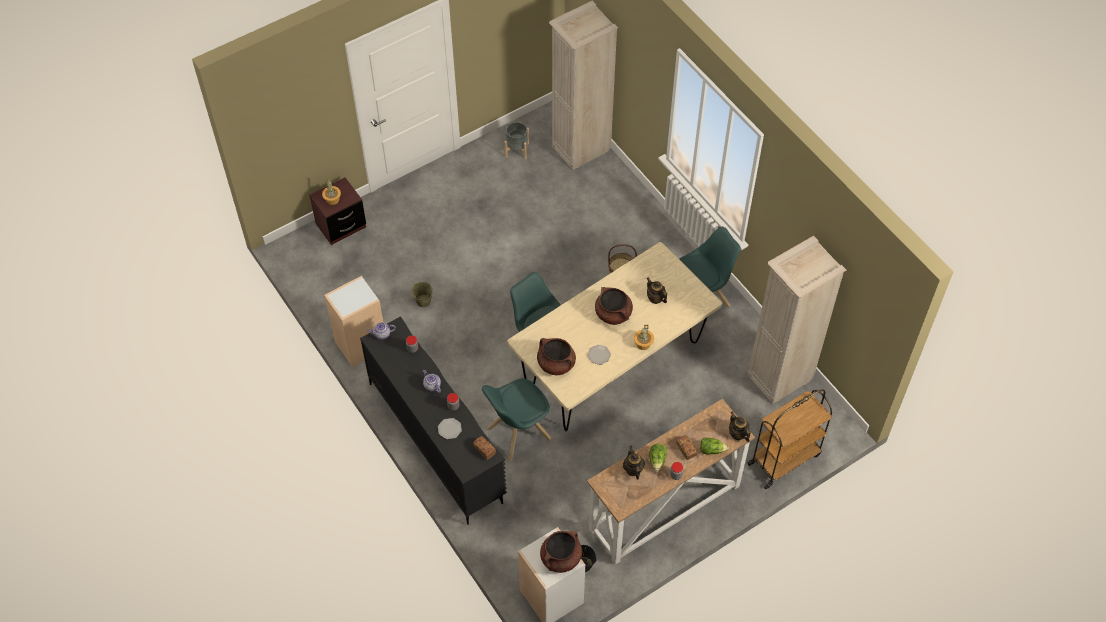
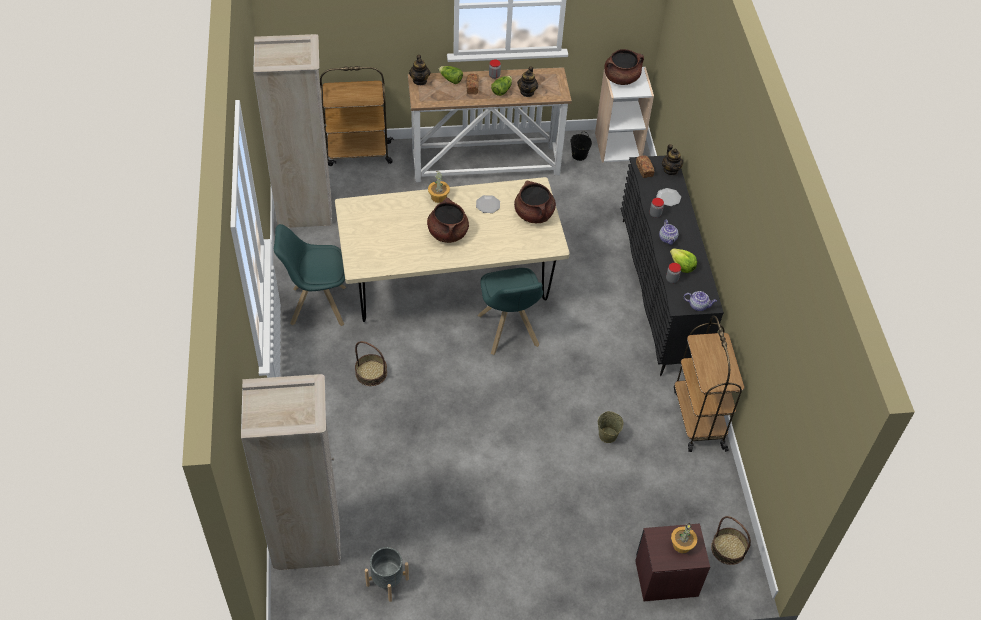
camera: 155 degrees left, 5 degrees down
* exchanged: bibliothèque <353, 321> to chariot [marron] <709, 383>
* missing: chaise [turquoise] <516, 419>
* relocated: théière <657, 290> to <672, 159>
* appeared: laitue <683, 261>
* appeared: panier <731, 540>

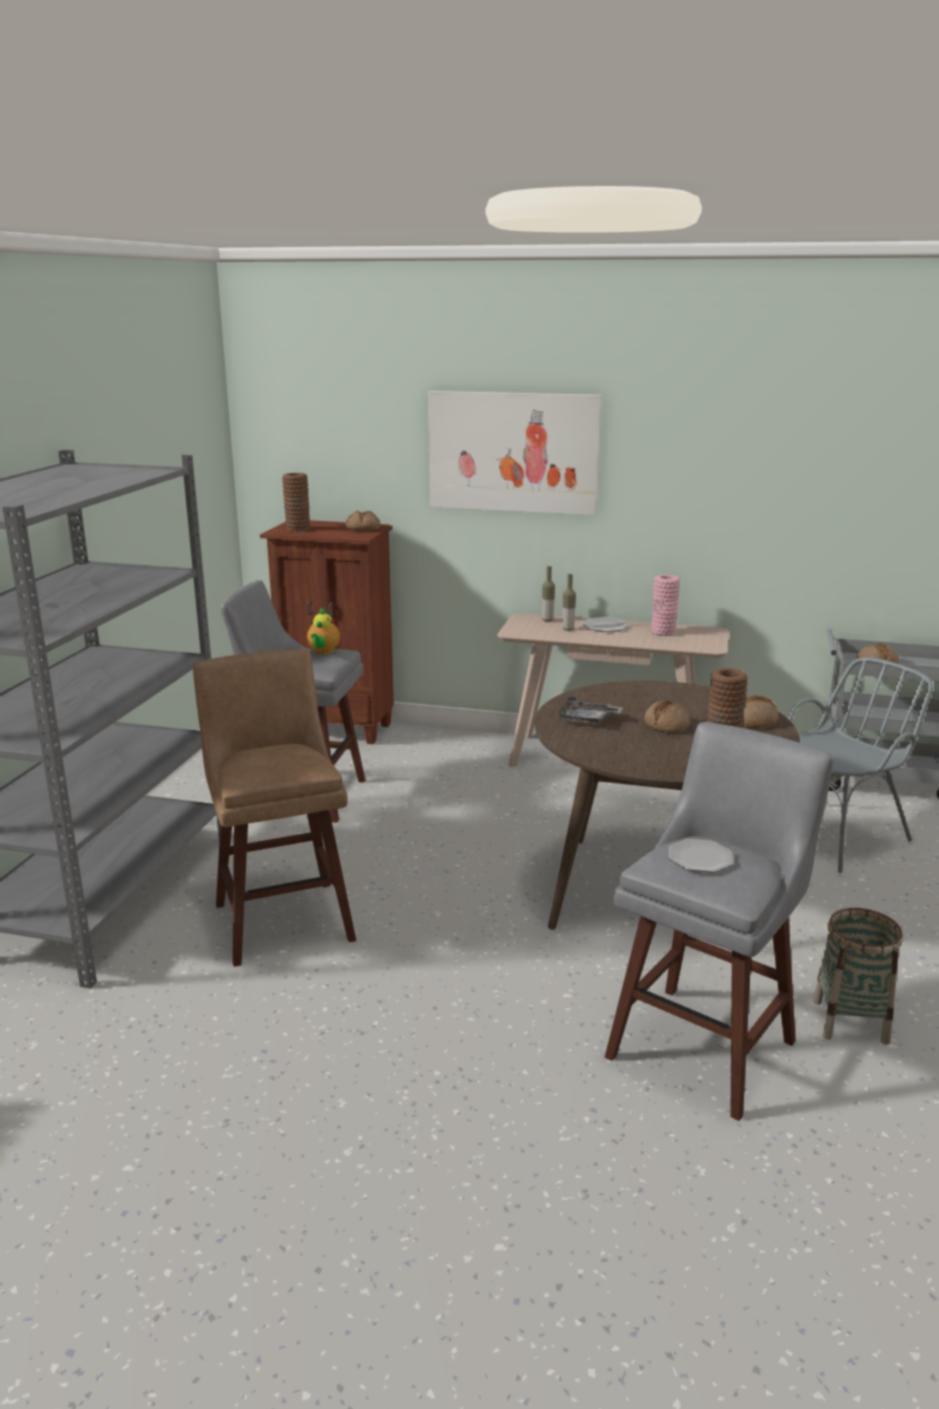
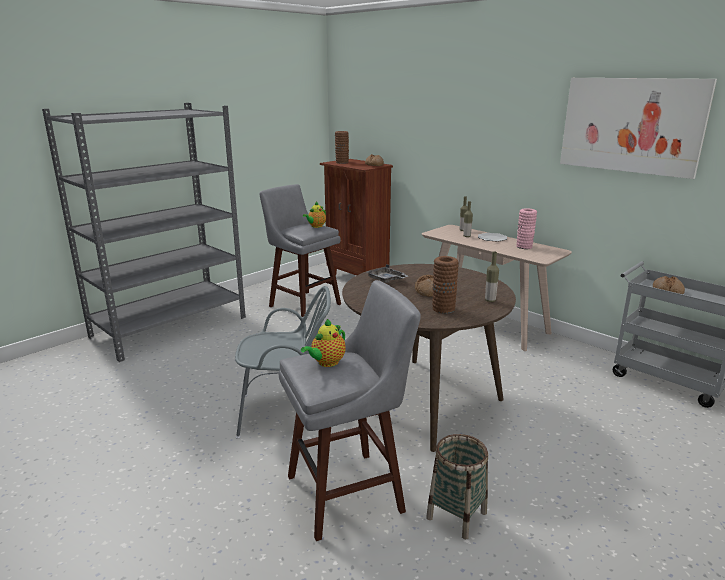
camera: 30 degrees right, 0 degrees up
* missing: tabouret [marron] <274, 808>
* relocated: tableau <515, 453> to <638, 128>
* exchanged: assiette <701, 856> to théière <323, 343>
* exchanged: pain <760, 711> to bouteille <492, 276>
* relocated: chaise [gris] <860, 766> to <283, 362>

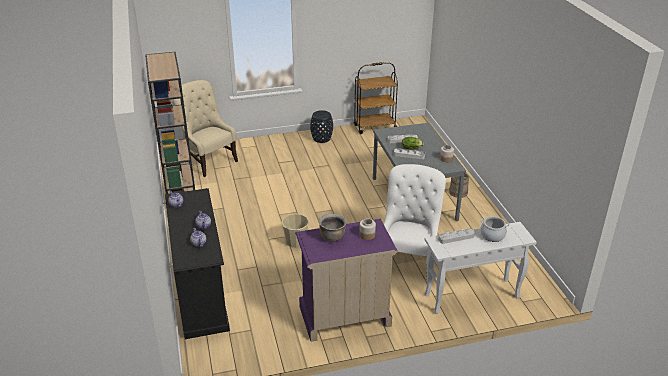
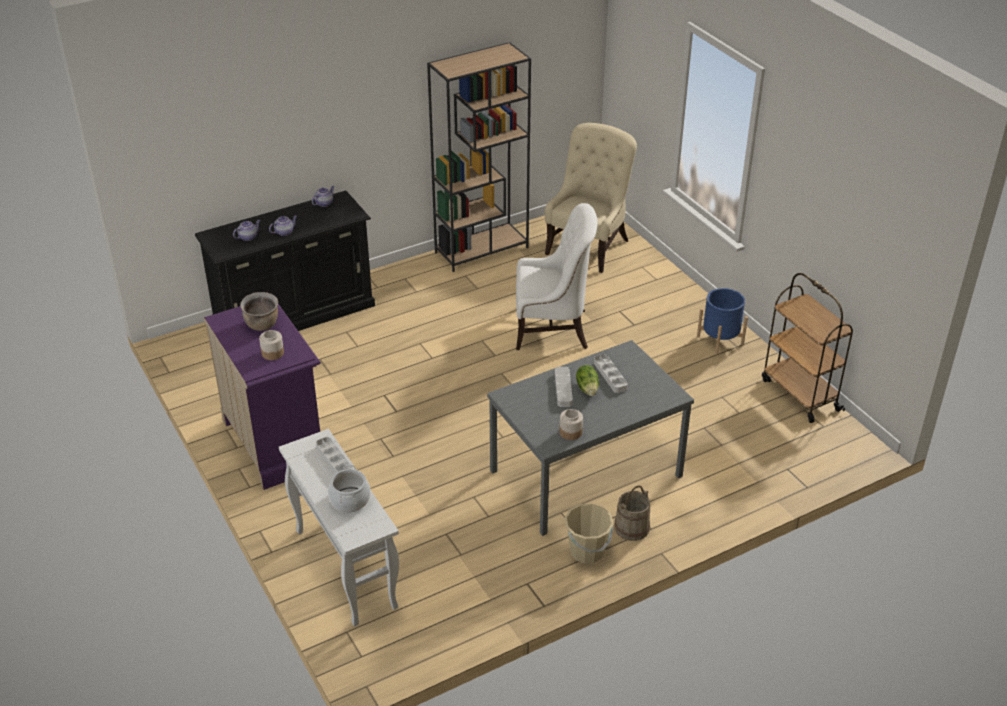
camera: 75 degrees right, 5 degrees up
* relocated: seau [beige] <295, 231> to <588, 534>
* exchanged: tabouret [noir] <321, 126> to cache-pot [bleu] <722, 321>
* relocated: chaise [blanc] <415, 220> to <557, 276>

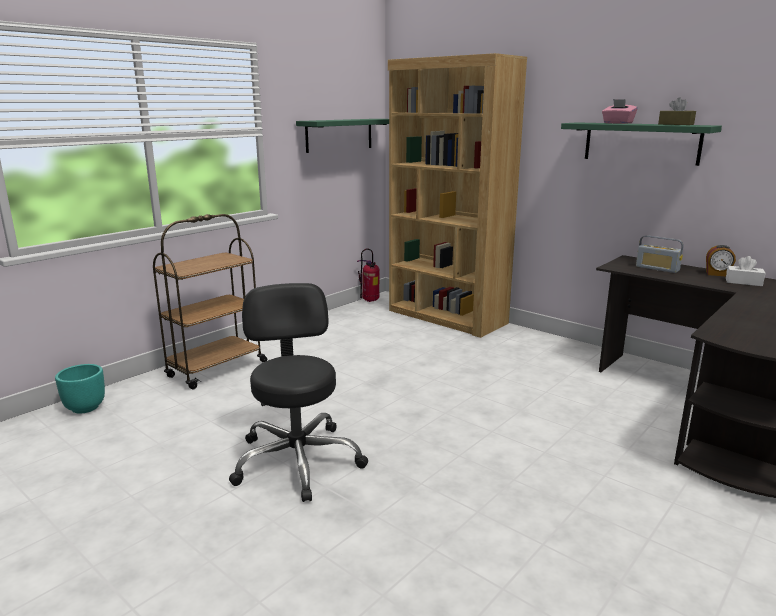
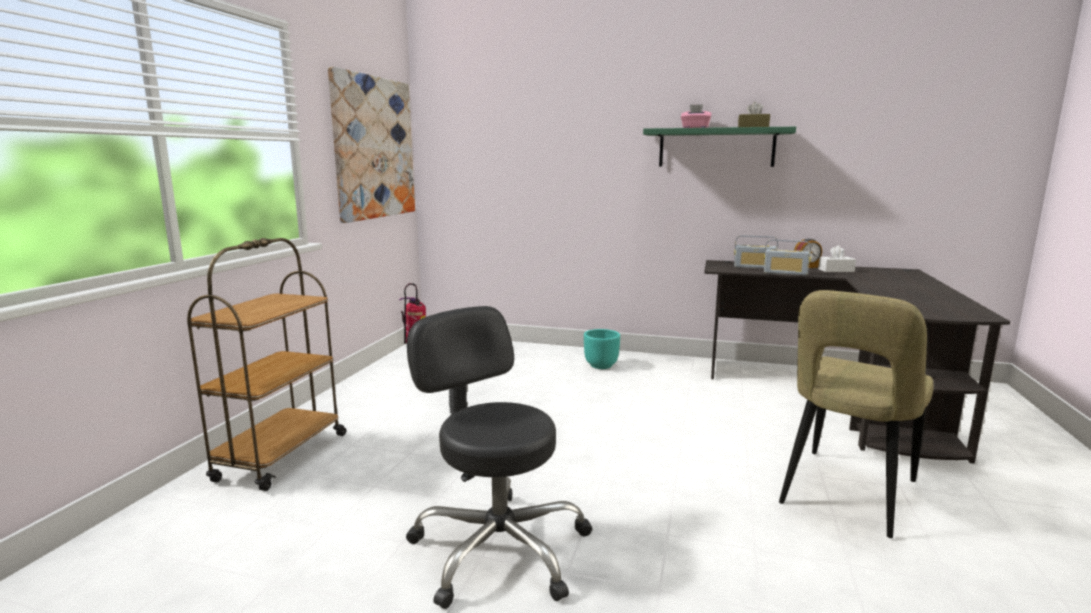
camera: 25 degrees left, 5 degrees down
* relocated: cache-pot [turquoise] <80, 389> to <602, 349>
* exchanged: étagère [vert] <342, 136> to tableau <371, 145>
* missing: bibliothèque [marron] <457, 195>
* appeared: radio <787, 257>
* appeared: chaise [beige] <856, 414>

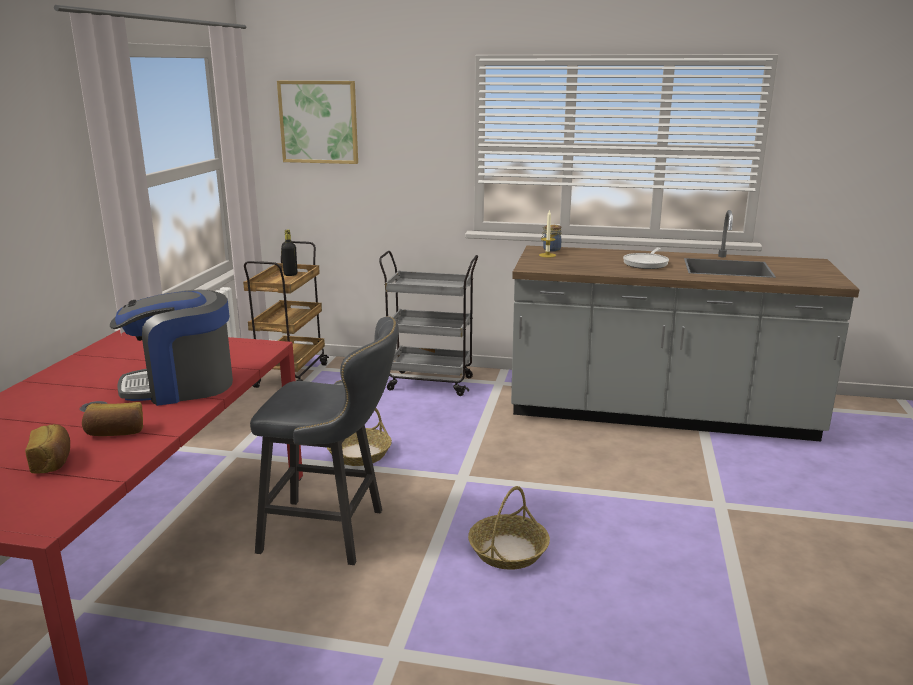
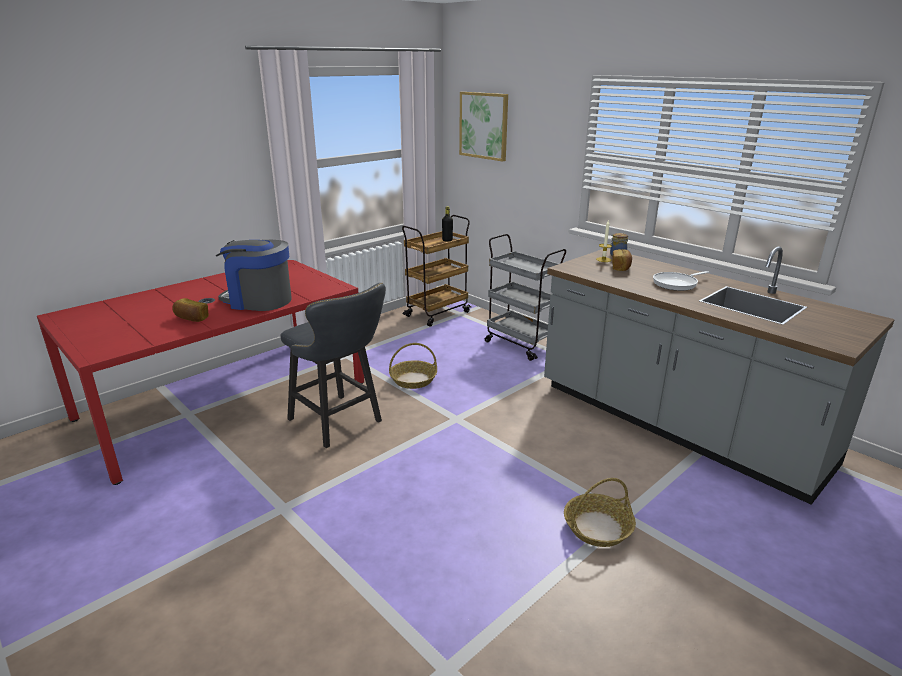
camera: 35 degrees right, 5 degrees up
* relocated: pain <47, 449> to <622, 260>
* relocated: panier <509, 528> to <600, 512>

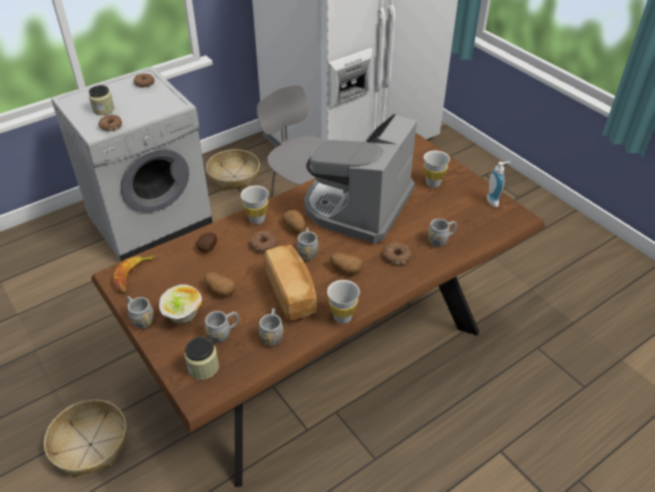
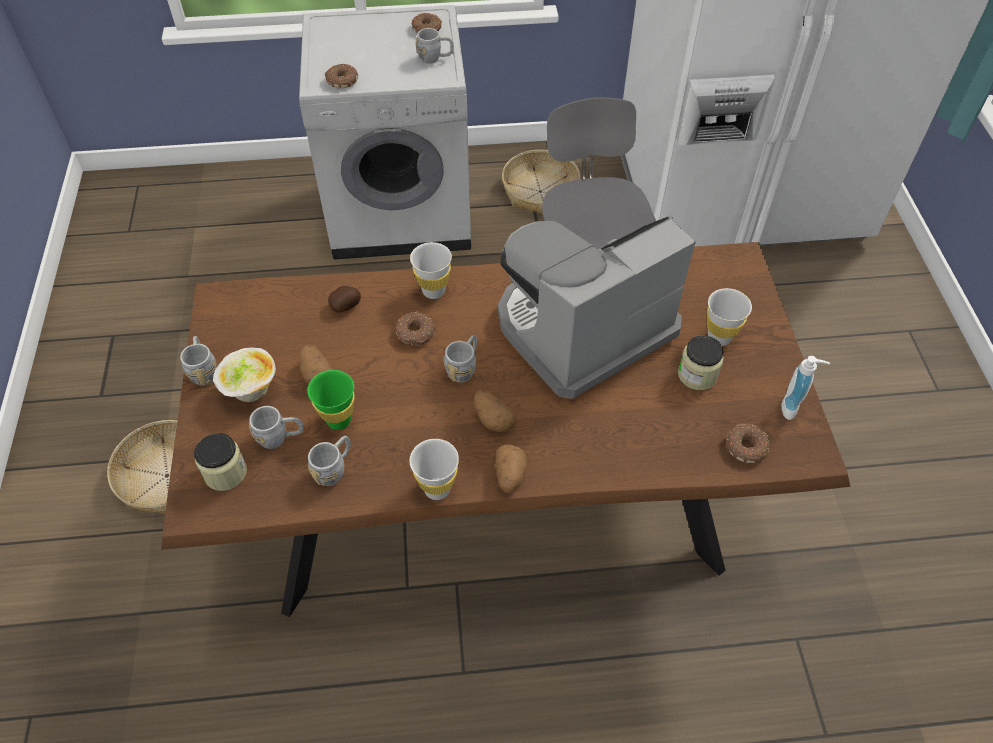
camera: 30 degrees right, 10 degrees up
* relocated: bocal <101, 100> to <701, 362>
* missing: banane <135, 274>
* missing: pain <290, 283>
* relocated: pomme de terre <293, 222> to <511, 468>
* relocated: beignet <397, 253> to <747, 443>
* relocated: mug [gris] <442, 233> to <435, 46>
* appeared: tasse [vert] <331, 400>

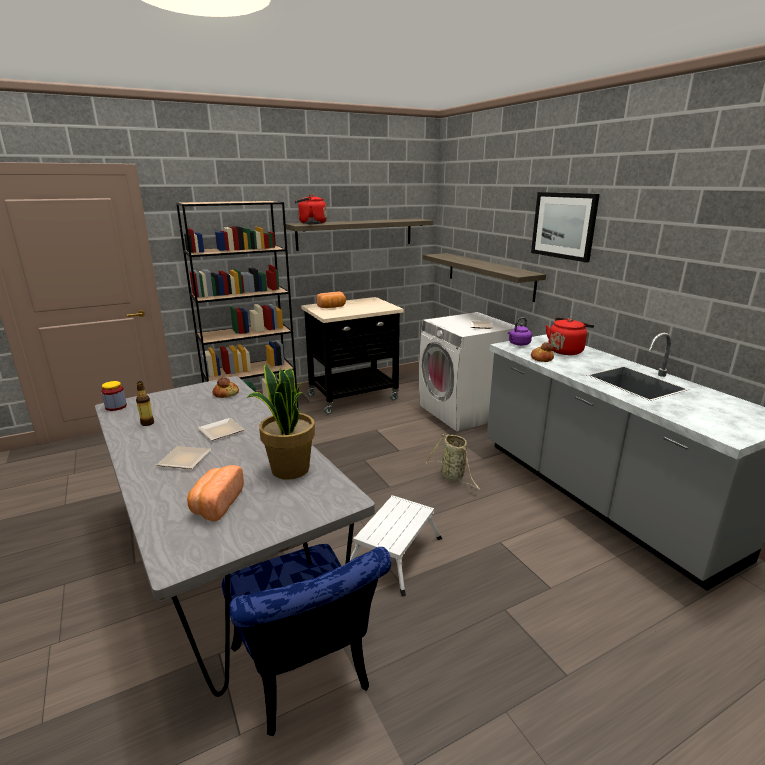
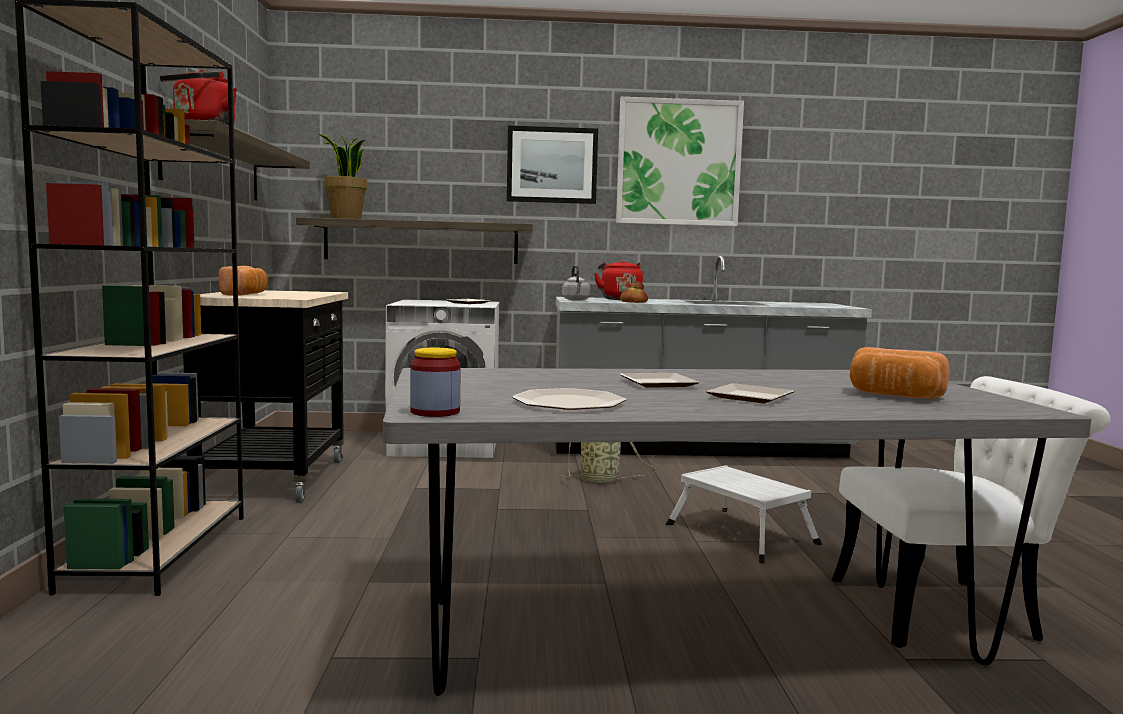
camera: 65 degrees left, 15 degrees down
* exchanged: bouteille <145, 403> to assiette <569, 399>
* missing: pain <226, 387>
* colour: chaise [bleu] <306, 640> to chaise [blanc] <971, 512>
* relocated: plante en pot <281, 422> to <343, 176>
* colour: bouilloire [violet] <520, 331> to bouilloire [gris] <576, 283>
* appeared: tableau <680, 161>

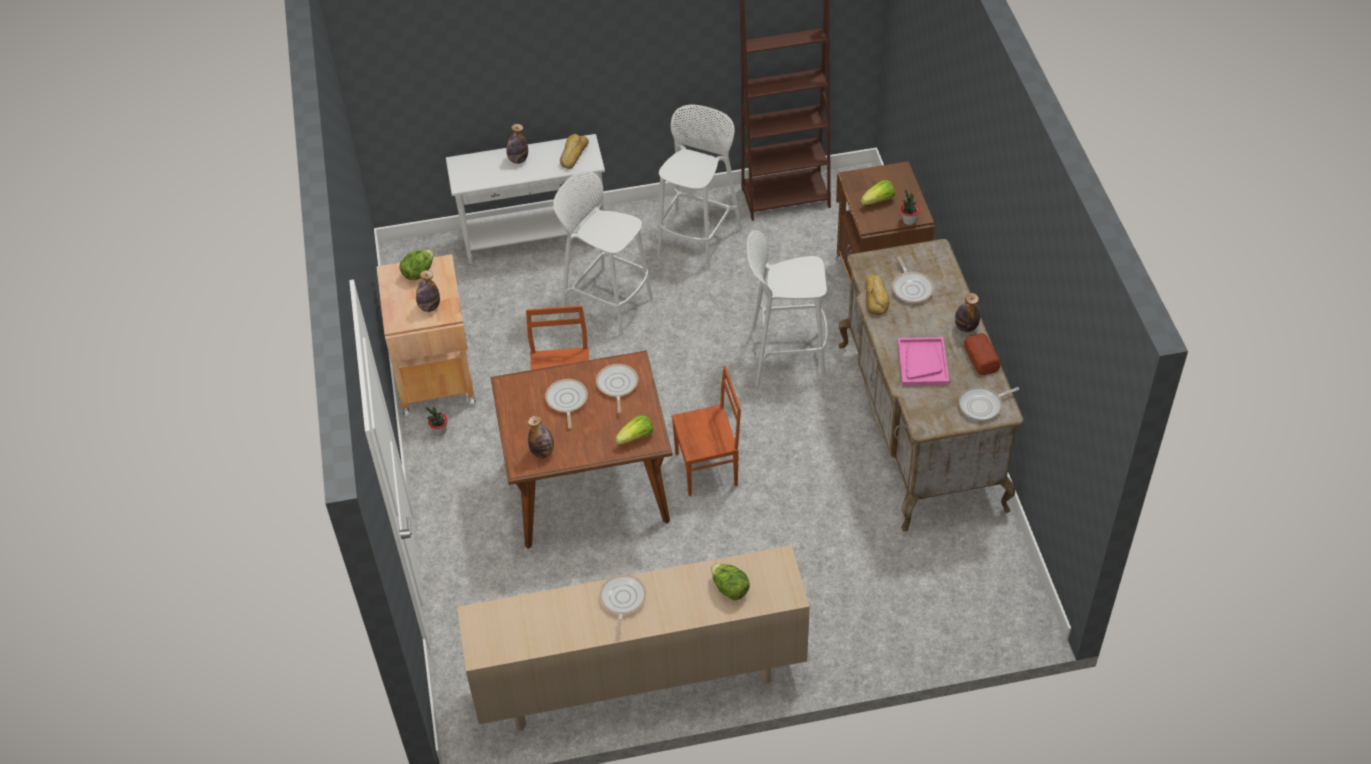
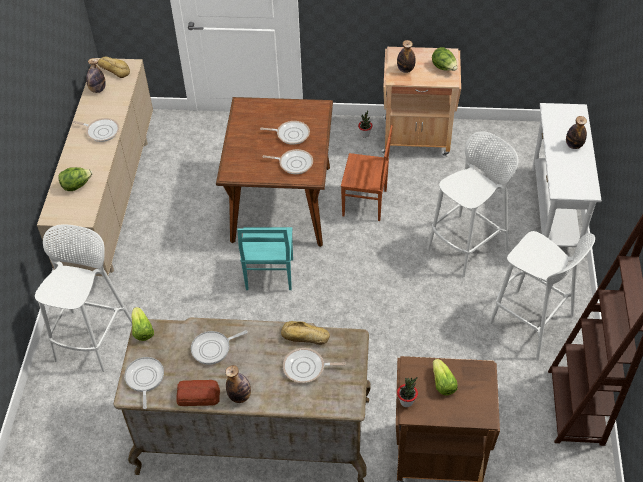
camera: 105 degrees right, 0 degrees up
* relocated: bouteille <541, 436> to <96, 75>
* relocated: pain <574, 151> to <113, 67>
* relocated: laitue <634, 429> to <142, 324>
* colour: chaise [marron] <706, 431> to chaise [turquoise] <265, 258>
* relocated: tabouret [blanc] <787, 308> to <83, 298>
* exchanged: plateau [rose] <923, 361> to poêle <219, 347>

